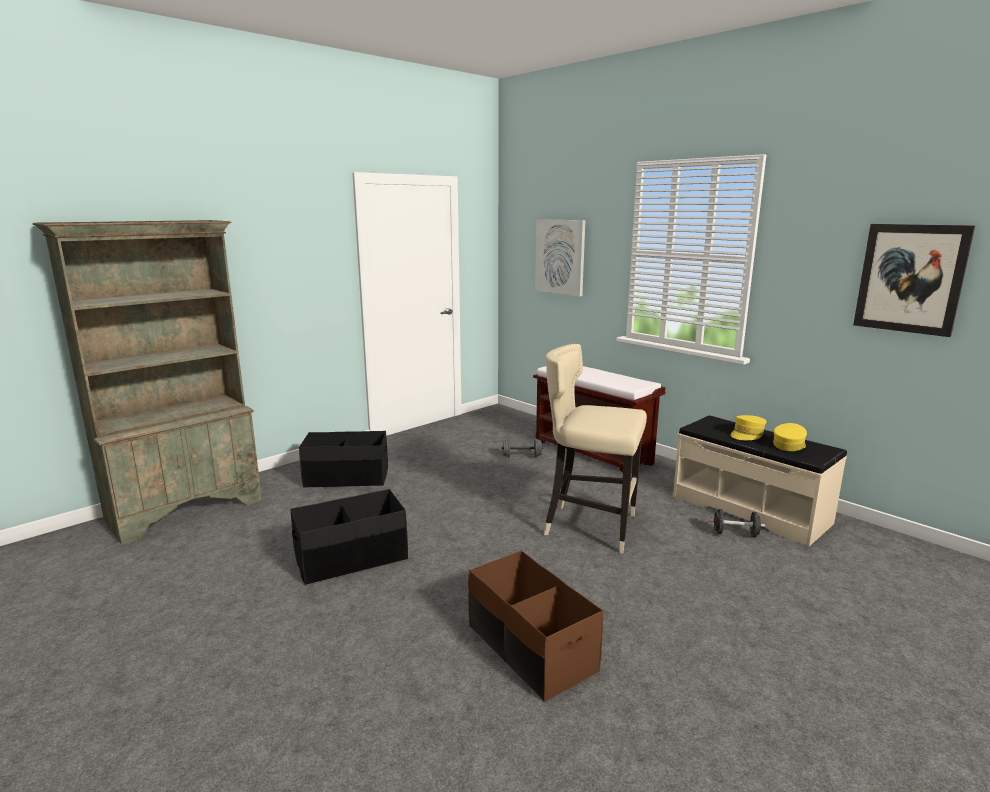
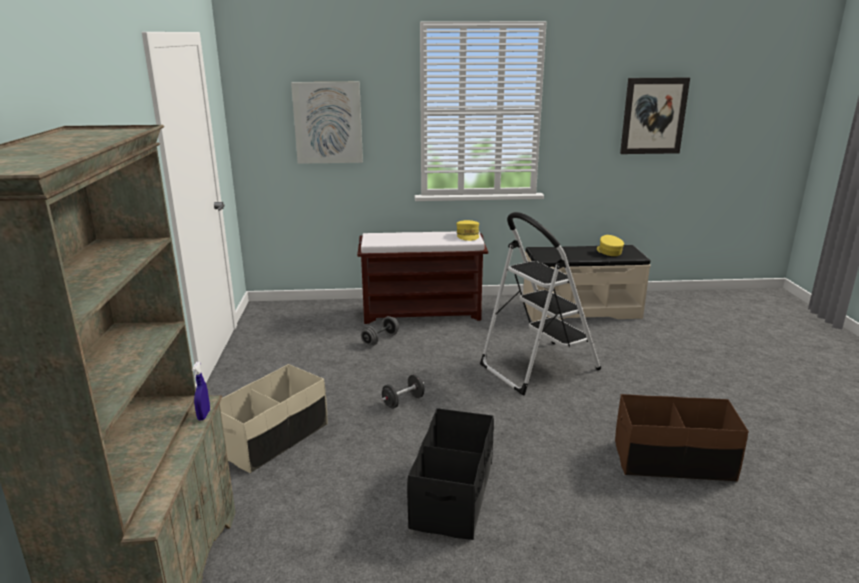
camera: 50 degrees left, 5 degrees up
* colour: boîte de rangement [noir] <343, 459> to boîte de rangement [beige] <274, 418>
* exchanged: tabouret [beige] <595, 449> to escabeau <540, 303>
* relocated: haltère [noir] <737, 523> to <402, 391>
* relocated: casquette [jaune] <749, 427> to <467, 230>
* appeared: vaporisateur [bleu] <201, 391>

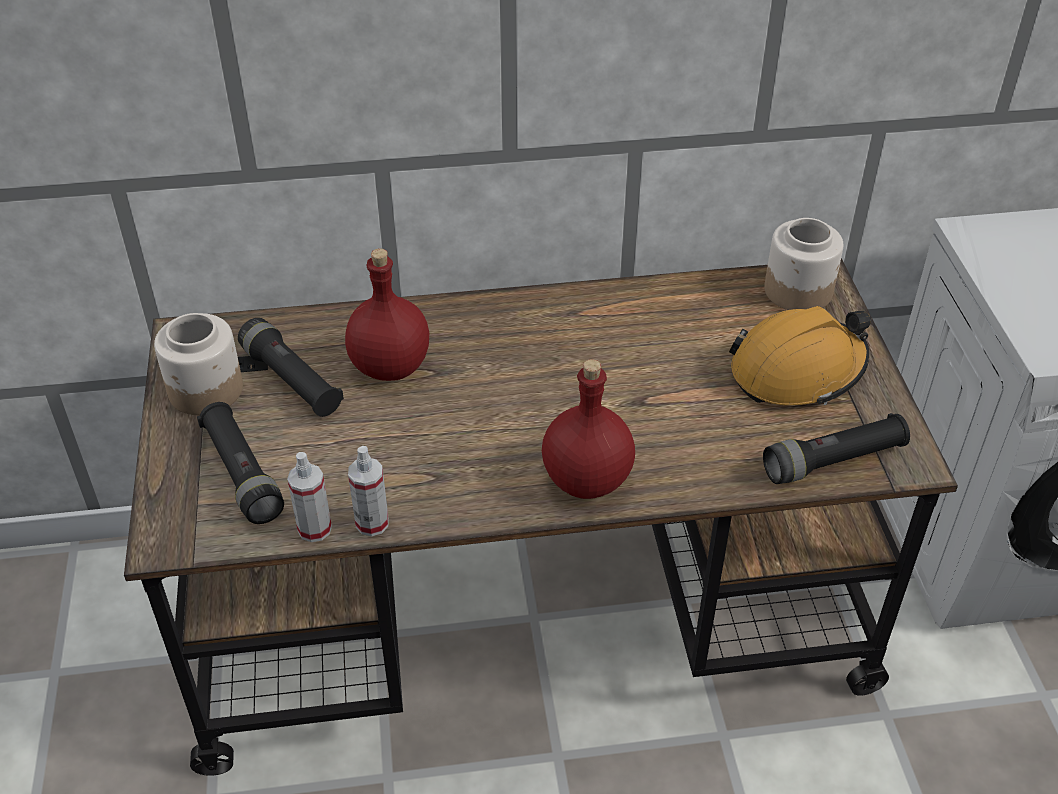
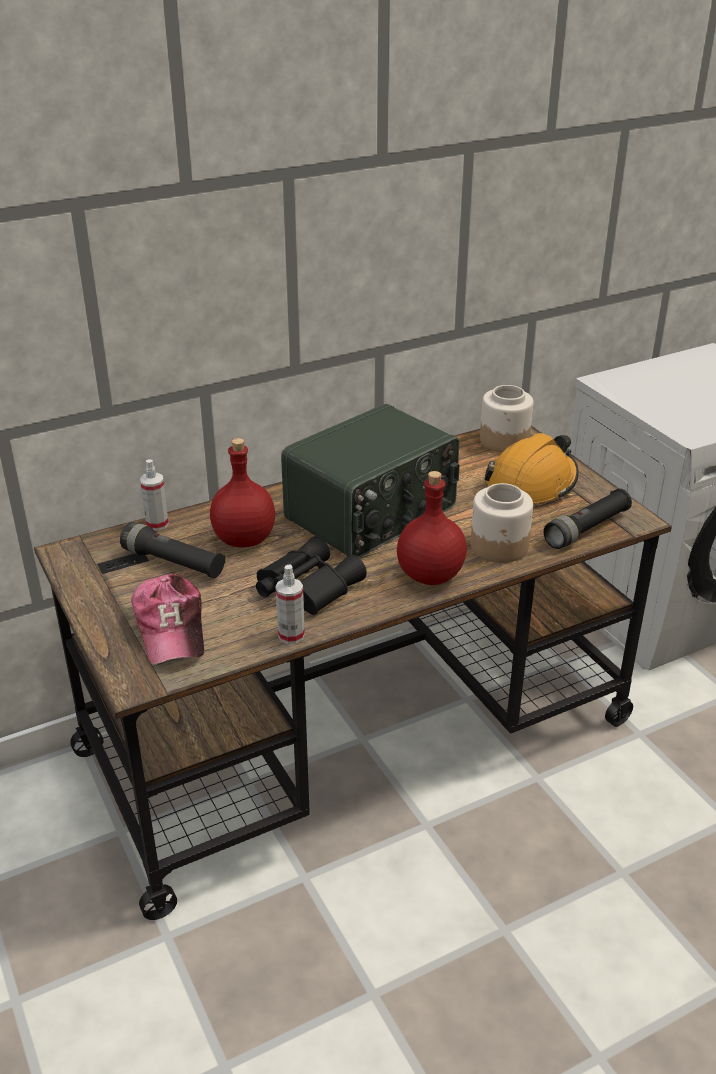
camera: 20 degrees left, 10 degrees down
* relocated: bocal <198, 364> to <502, 523>
* exchanged: lampe de poche [noir] <240, 463> to casquette <167, 619>
* relocated: vaporisateur <309, 497> to <154, 495>
* appeared: jumelles [noir] <311, 575>
* appeared: radio <370, 481>

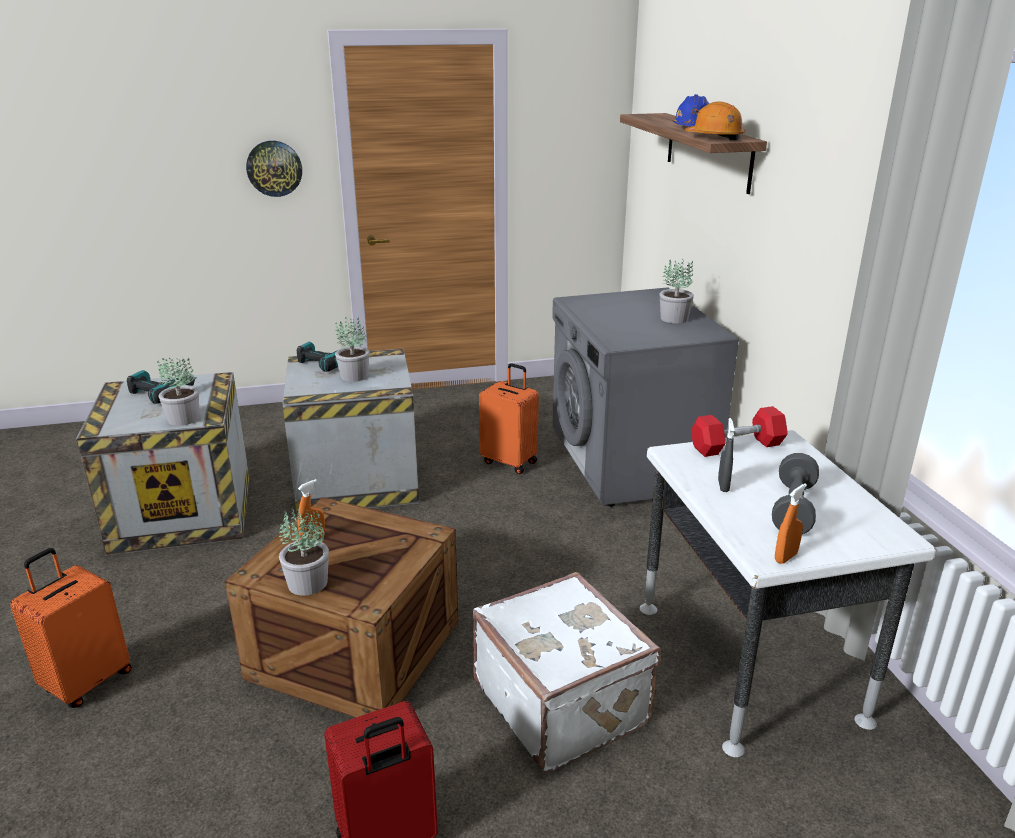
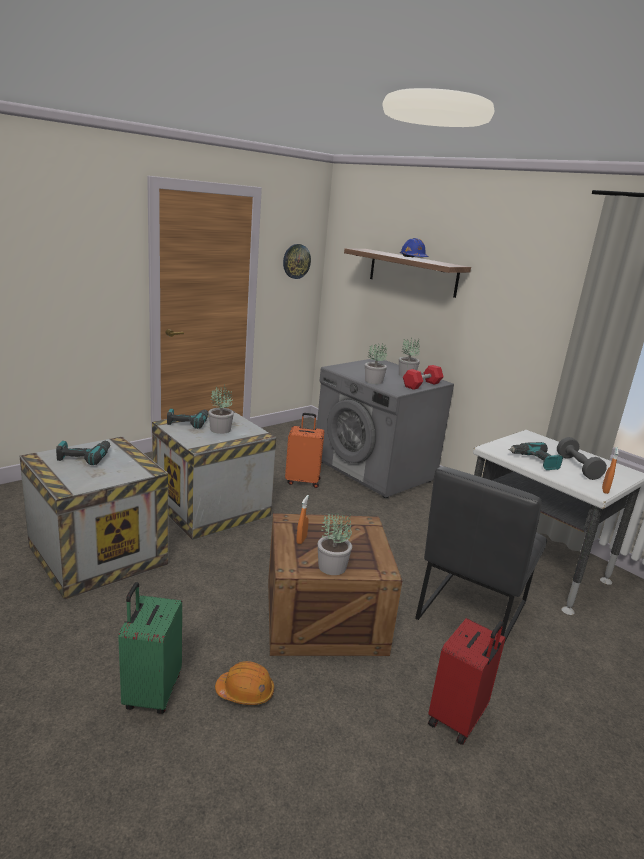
camera: 30 degrees left, 5 degrees down
* colour: valise [orange] <71, 628> to valise [vert] <150, 648>
* relocated: plante en pot <178, 391> to <376, 363>
* relocated: horloge murale <274, 169> to <297, 261>
* exchanged: valise [blanc] <567, 672> to chaise [gris] <481, 553>
* relocated: casque de chantier [orange] <715, 121> to <244, 683>
* relocated: haltère [rouge] <739, 431> to <423, 377>
* exchanged: vaporisateur [gris] <726, 455> to perceuse <535, 456>

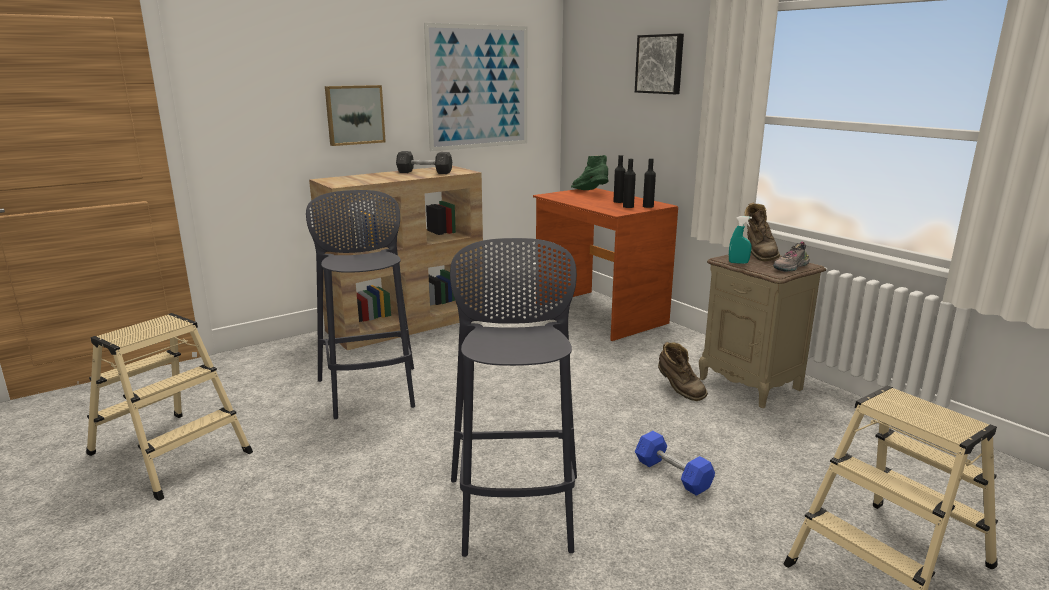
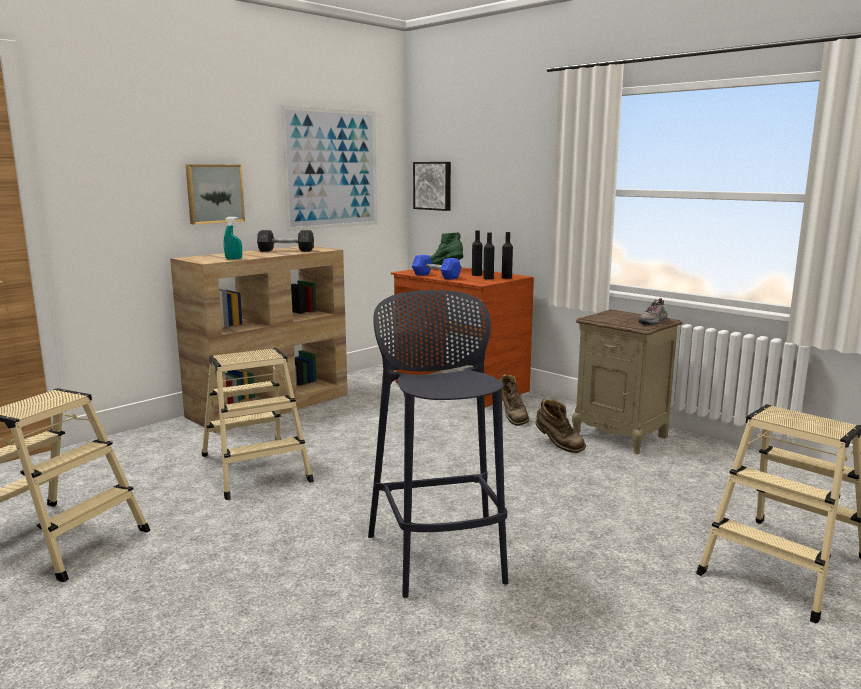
camera: 10 degrees left, 5 degrees down
* exchanged: tabouret [gris] <360, 304> to escabeau [beige] <258, 424>
* relocated: tableau <659, 64> to <432, 186>
* relocated: haltère [bleu] <675, 463> to <436, 267>
* relocated: vaporisateur [turquoise] <740, 240> to <233, 238>
* relocated: botte [marron] <762, 232> to <515, 400>

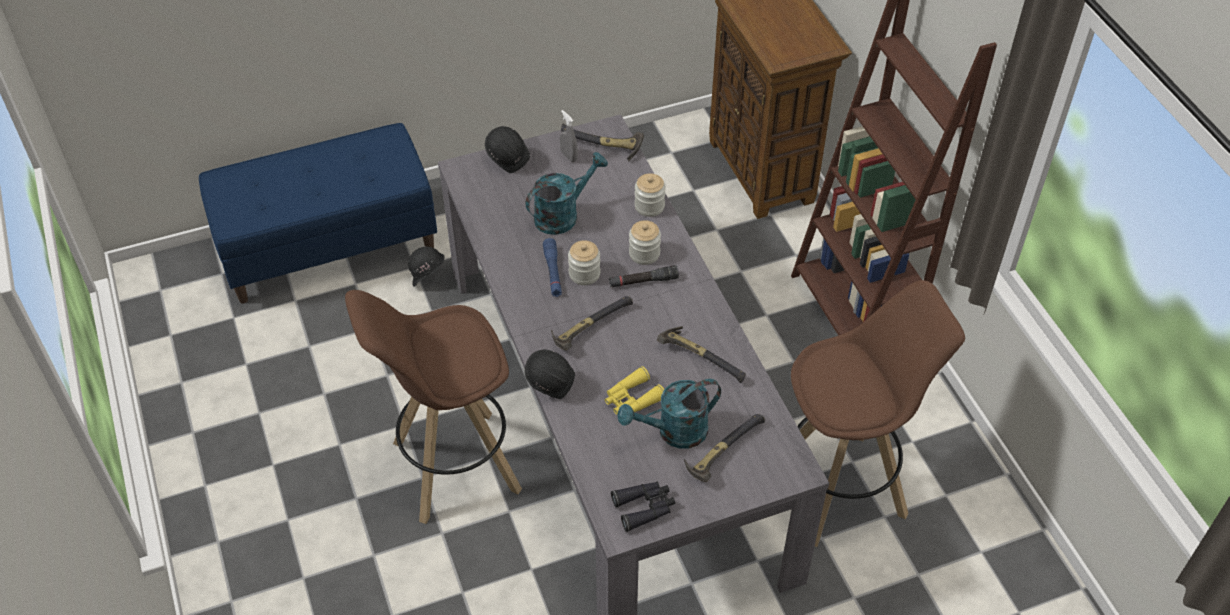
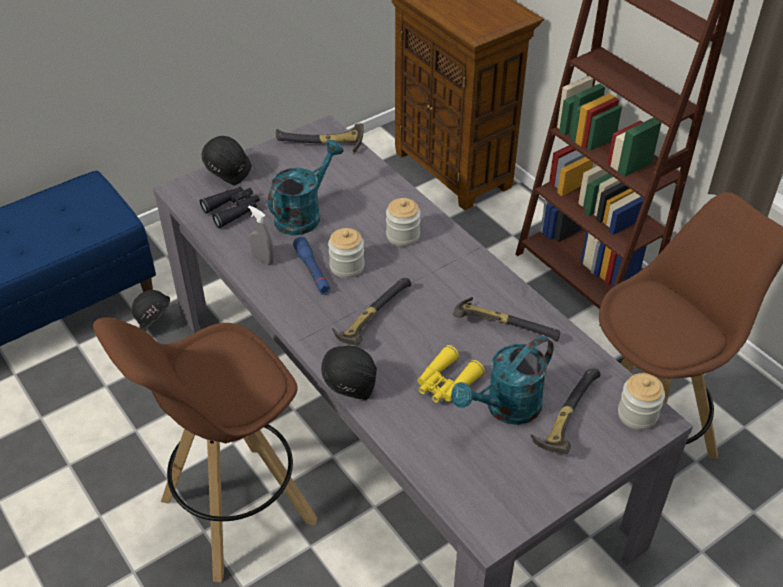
camera: 15 degrees left, 5 degrees down
* relocated: vaporisateur [gris] <569, 136> to <261, 235>
* missing: lampe de poche [noir] <644, 276>
* relocated: jumelles [noir] <643, 507> to <230, 207>
* relocated: bocal <650, 195> to <641, 401>

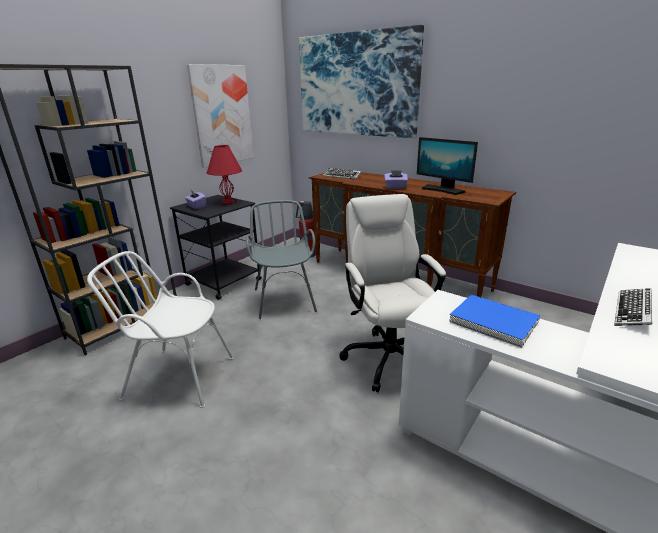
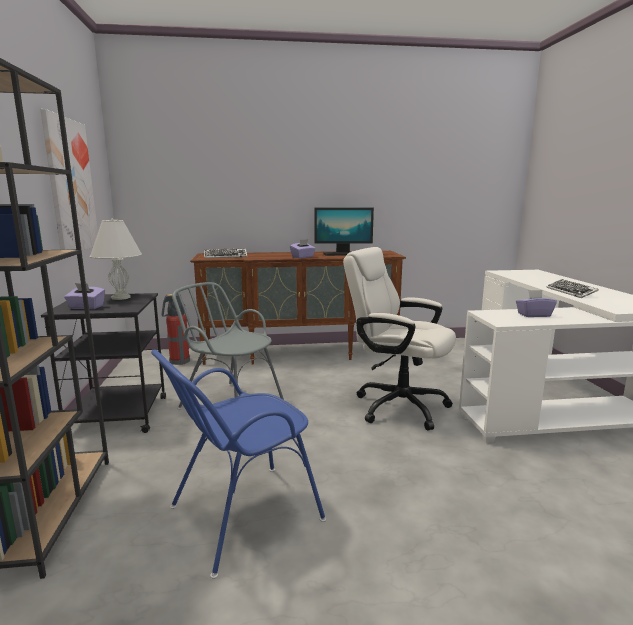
camera: 45 degrees left, 10 degrees down
* colour: chaise [blanc] <160, 329> to chaise [bleu] <238, 464>
* colour: lampe de table [rouge] <224, 174> to lampe de table [blanc] <116, 259>
* missing: tableau <361, 81>
* exchanged: livre [bleu] <494, 321> to boîte à mouchoirs [violet] <536, 303>

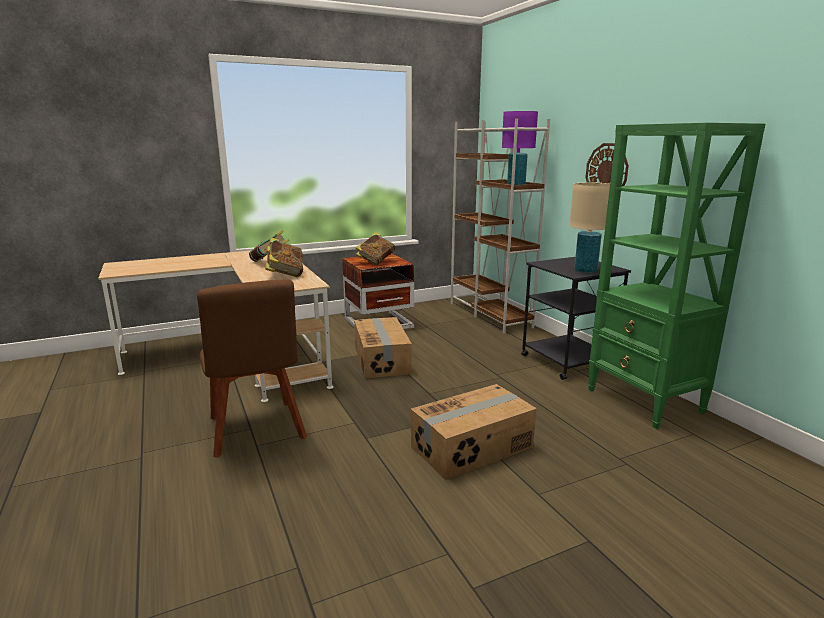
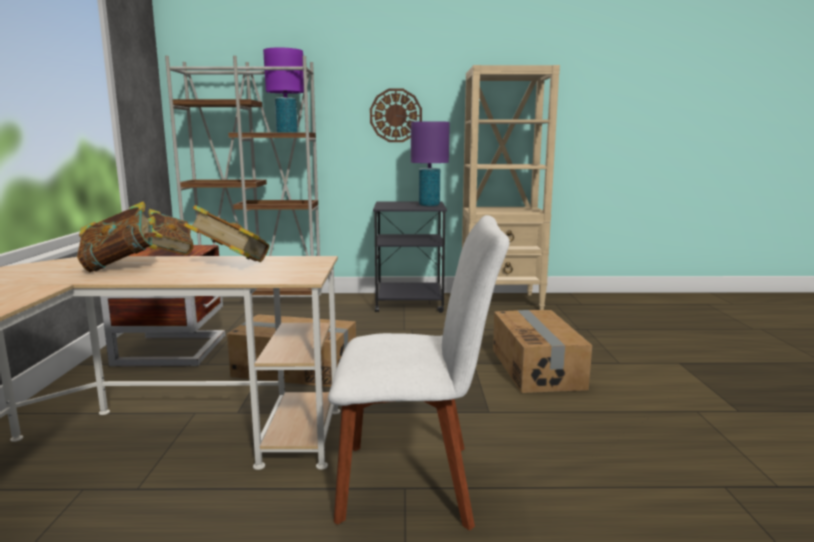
camera: 65 degrees left, 5 degrees down
* colour: chaise [marron] <252, 369> to chaise [blanc] <419, 373>
* colour: lampe de table [beige] <590, 228> to lampe de table [violet] <430, 163>
* colour: bibliothèque [vert] <676, 276> to bibliothèque [beige] <511, 187>

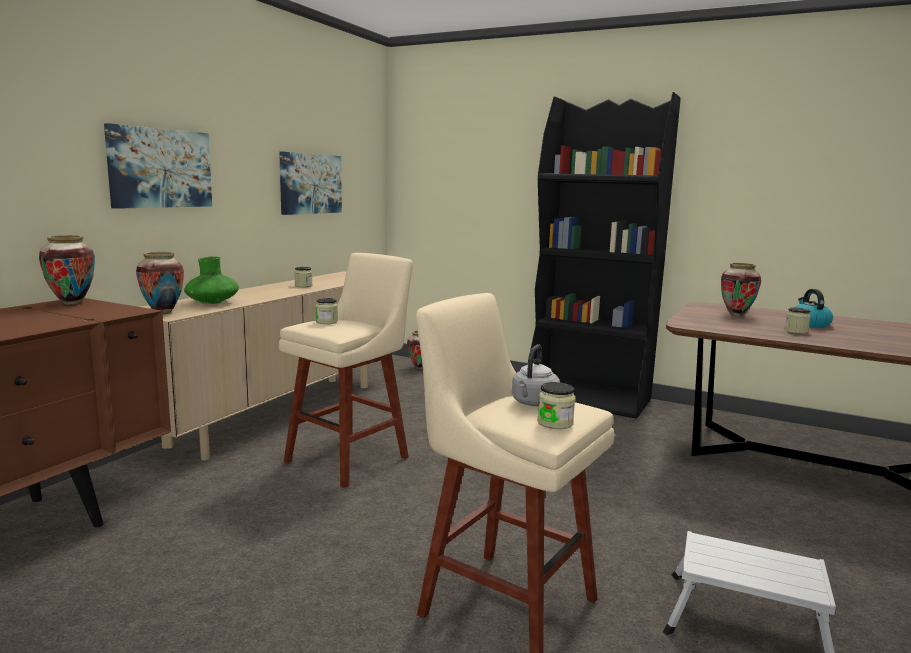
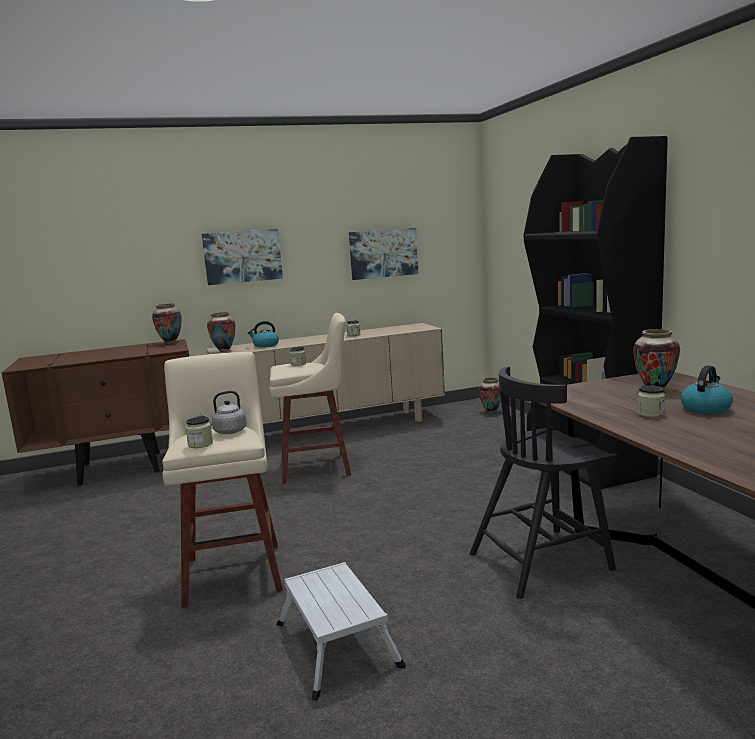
camera: 45 degrees right, 0 degrees up
* exchanged: vase [vert] <211, 280> to bouilloire <263, 334>
* appeared: chaise [noir] <543, 482>

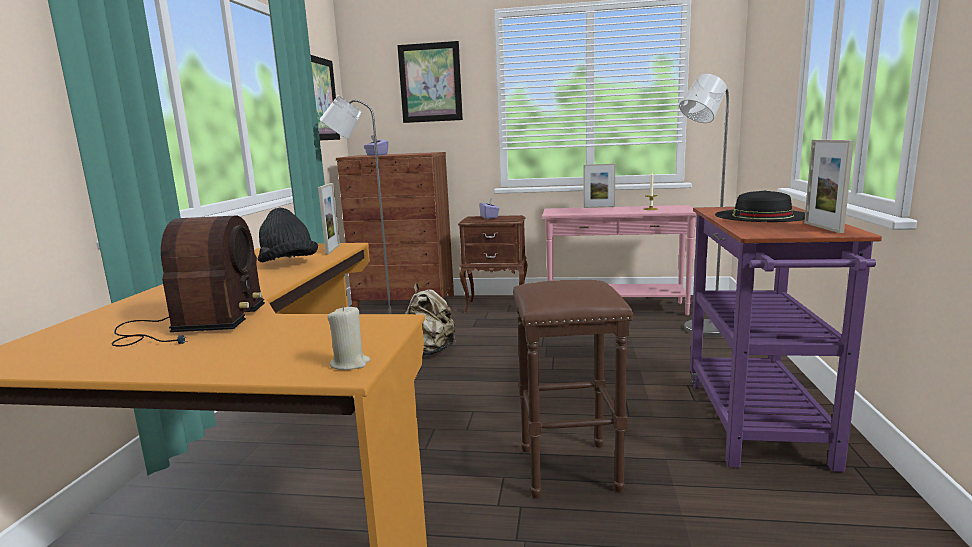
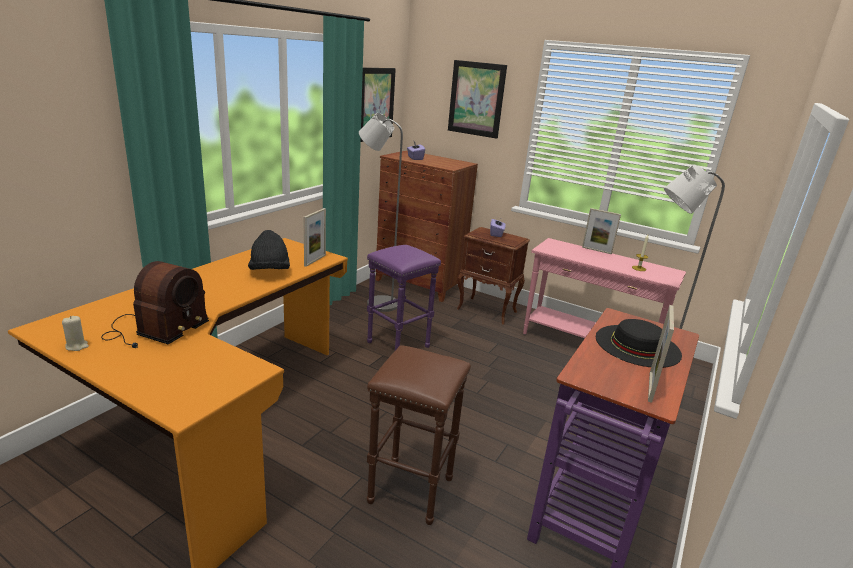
camera: 20 degrees right, 10 degrees up
* relocated: bougie [beige] <348, 337> to <75, 333>
* exchanged: sac à dos [beige] <430, 320> to tabouret [violet] <404, 297>

